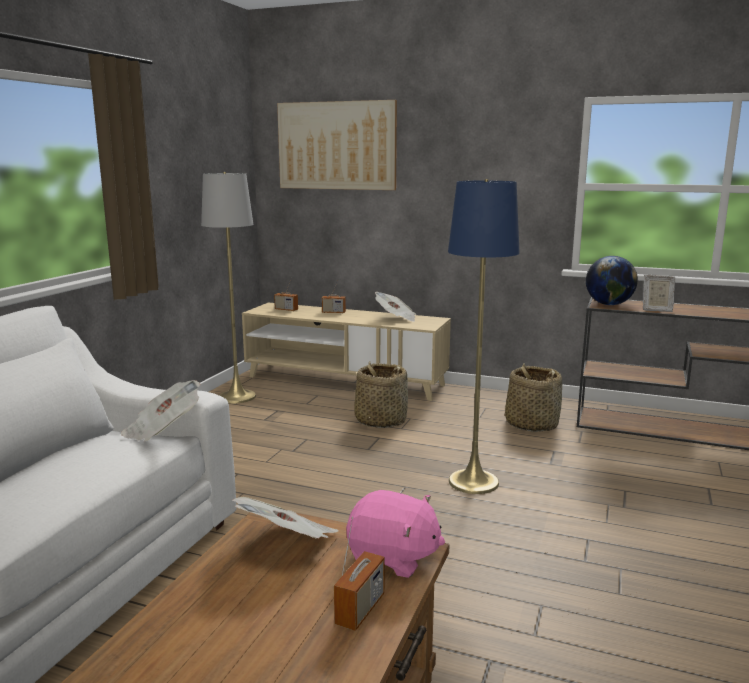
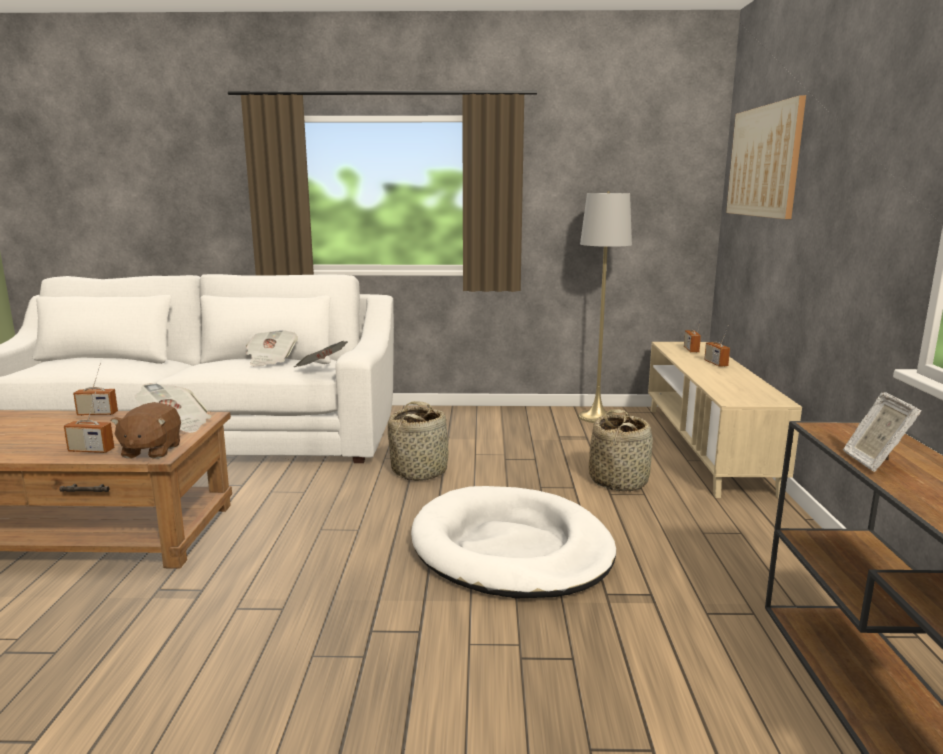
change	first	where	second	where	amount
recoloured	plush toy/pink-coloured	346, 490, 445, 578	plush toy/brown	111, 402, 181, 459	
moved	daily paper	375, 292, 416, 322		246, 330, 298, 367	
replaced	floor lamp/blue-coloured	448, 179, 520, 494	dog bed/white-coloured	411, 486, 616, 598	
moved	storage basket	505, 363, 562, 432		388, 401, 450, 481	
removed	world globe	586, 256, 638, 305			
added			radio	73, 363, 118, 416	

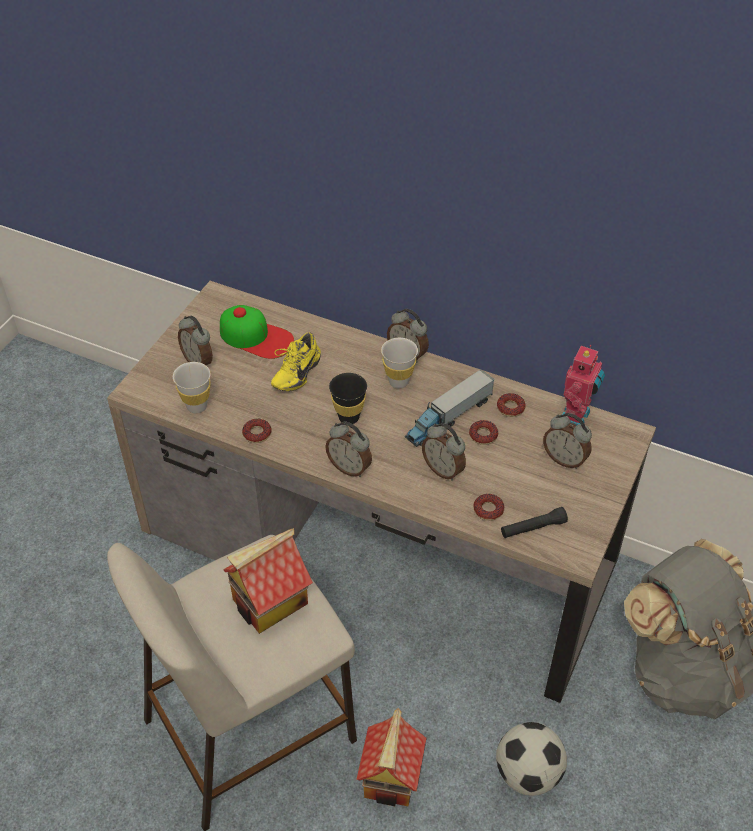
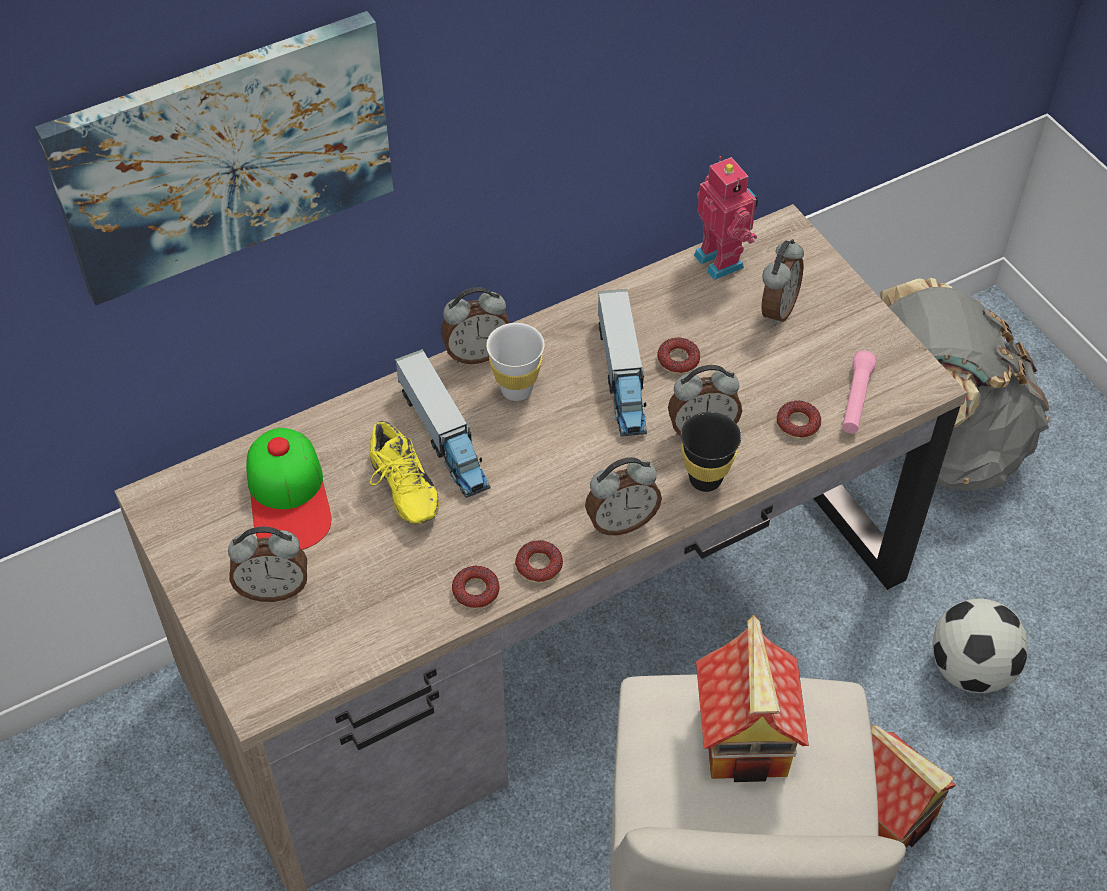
change	first	where	second	where	amount
removed	small cup/white-coloured	173, 362, 211, 414			
turned	baseball cap	220, 305, 294, 359		246, 428, 331, 550	105 degrees clockwise
moved	small cup/black	329, 373, 367, 424		681, 412, 741, 492	
moved	doughnut	497, 393, 526, 417		515, 540, 563, 583	
recoloured	flashlight/black	501, 507, 568, 538	flashlight/pink-coloured	842, 351, 876, 433	
turned	table clock	543, 413, 592, 469		761, 239, 804, 326	45 degrees counterclockwise
added			wall art	35, 11, 394, 306	
added			toy lorry	395, 349, 491, 498	

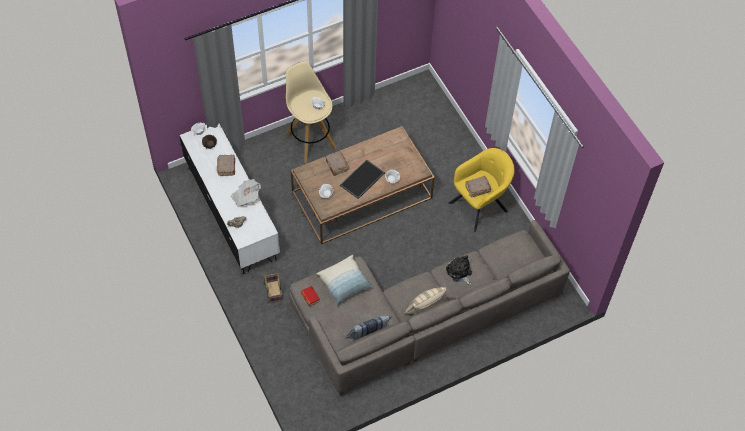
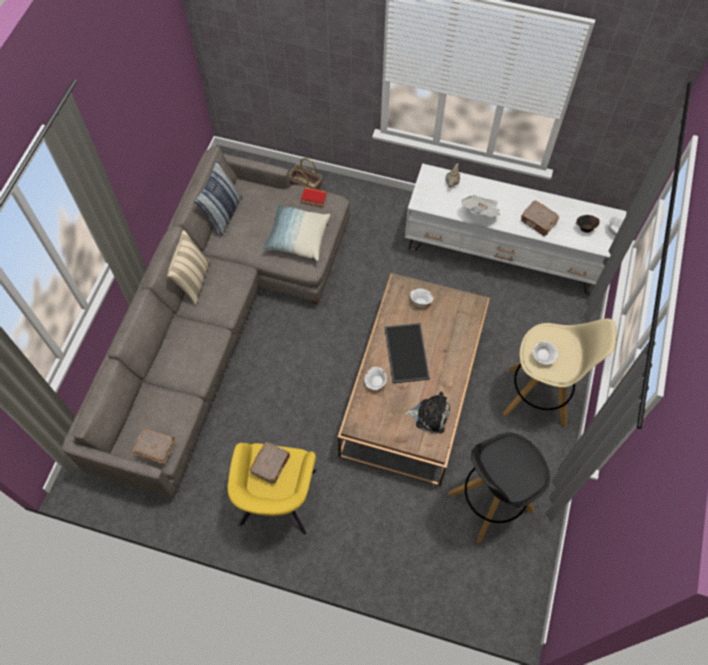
change	first	where	second	where	amount
moved	storage basket	264, 273, 282, 303		289, 158, 322, 190	
moved	book/brown	325, 151, 349, 176		133, 428, 175, 464	
moved	plush toy	446, 255, 472, 285		404, 391, 450, 433	
added			stool/black	448, 433, 550, 543	

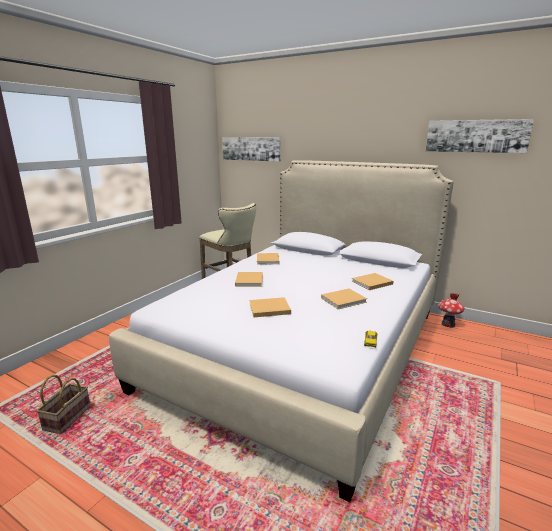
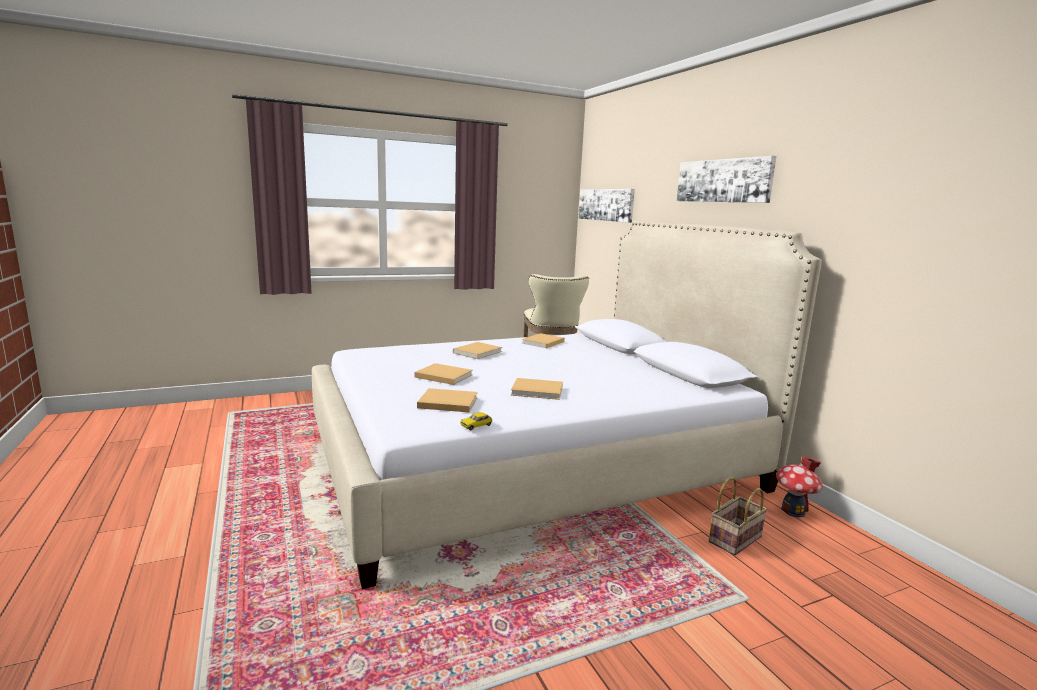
change	first	where	second	where	amount
moved	storage basket	36, 375, 91, 434		709, 477, 767, 555	
moved	book/beige-coloured	352, 273, 394, 290		417, 388, 478, 412	
moved	wall art	426, 119, 534, 153		677, 156, 776, 203	

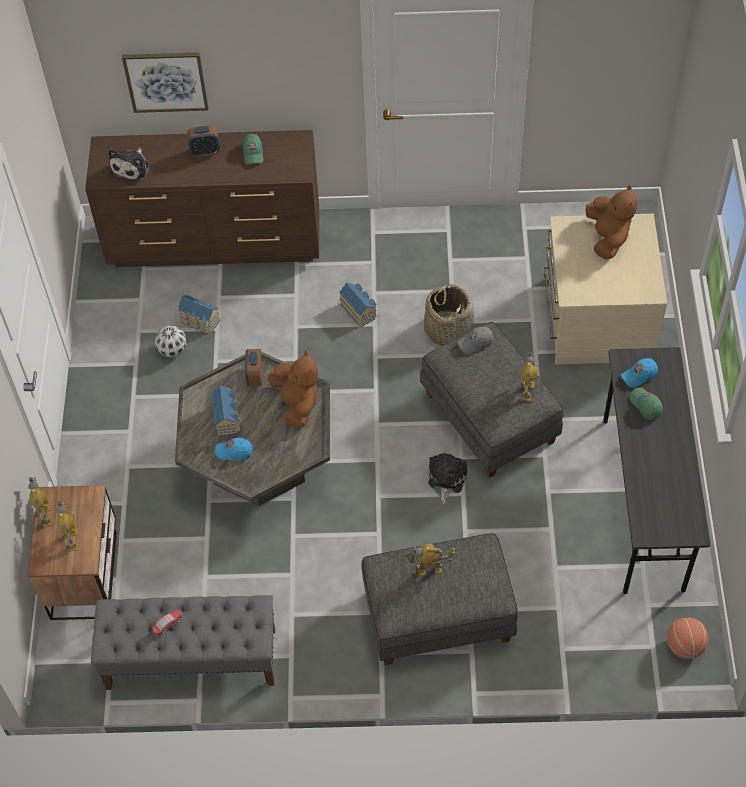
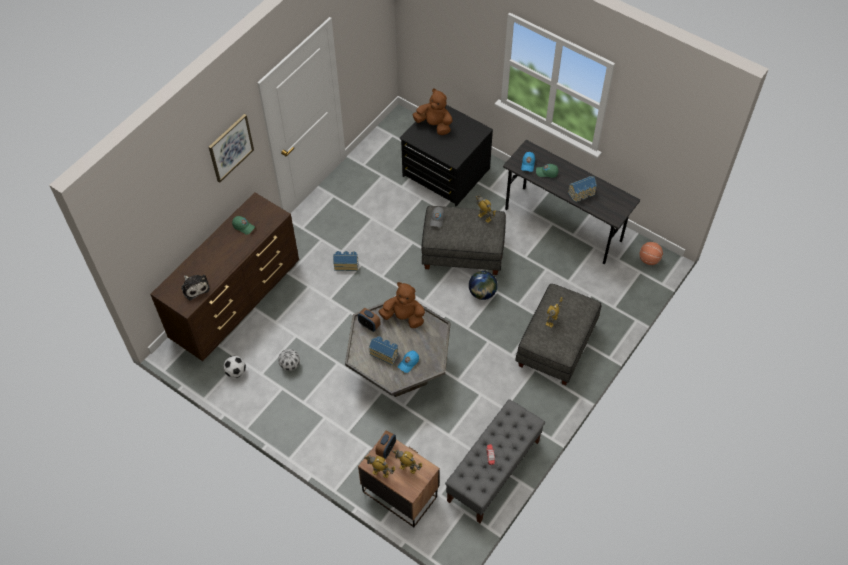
change	first	where	second	where	amount
moved	wall art	122, 52, 208, 113		209, 114, 254, 183	
moved	miniature house	178, 295, 220, 334		568, 176, 597, 202	
moved	table clock	187, 125, 220, 157		375, 431, 396, 459	
removed	storage basket	424, 283, 474, 345			
replaced	plush toy	428, 453, 467, 504	world globe	469, 271, 498, 300	
recoloured	dresser/beige-coloured	544, 214, 667, 365	dresser/black	399, 105, 493, 206	
added			ball for football	223, 356, 246, 378	

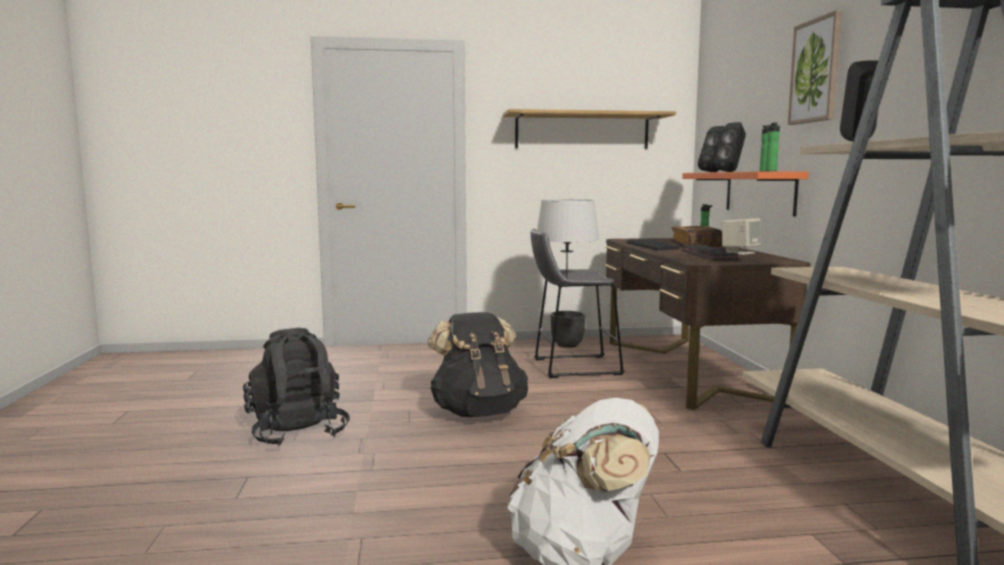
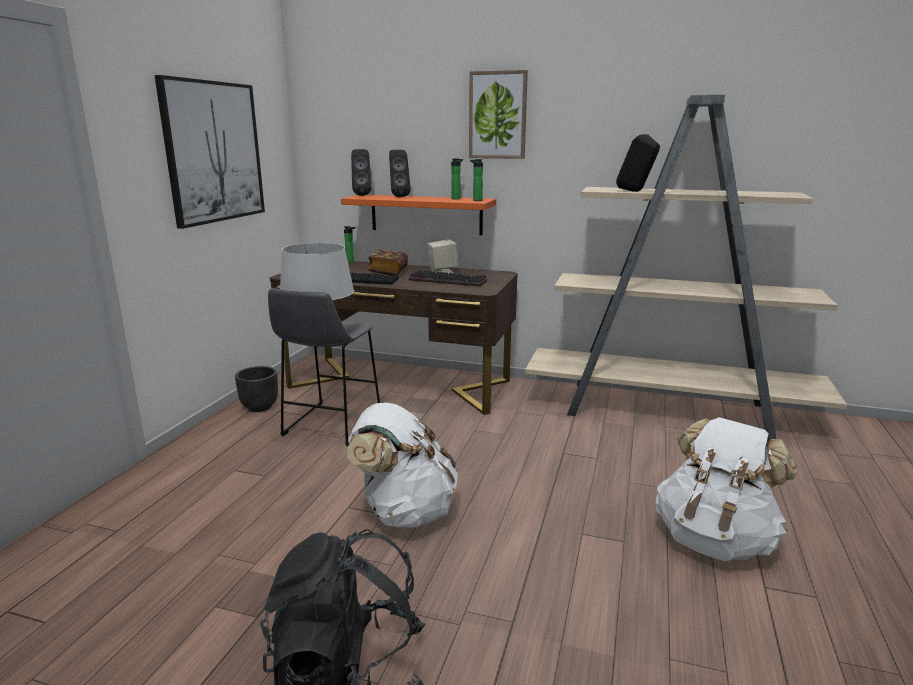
change	first	where	second	where	amount
recoloured	backpack/black	428, 312, 528, 417	backpack/white-coloured	347, 403, 458, 527	
replaced	shelf	503, 109, 676, 149	wall art	155, 75, 265, 229	

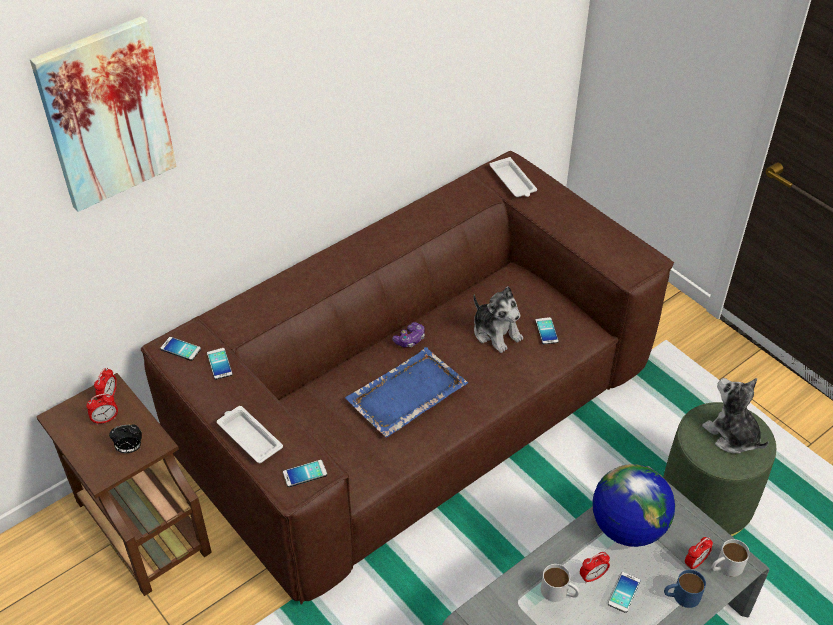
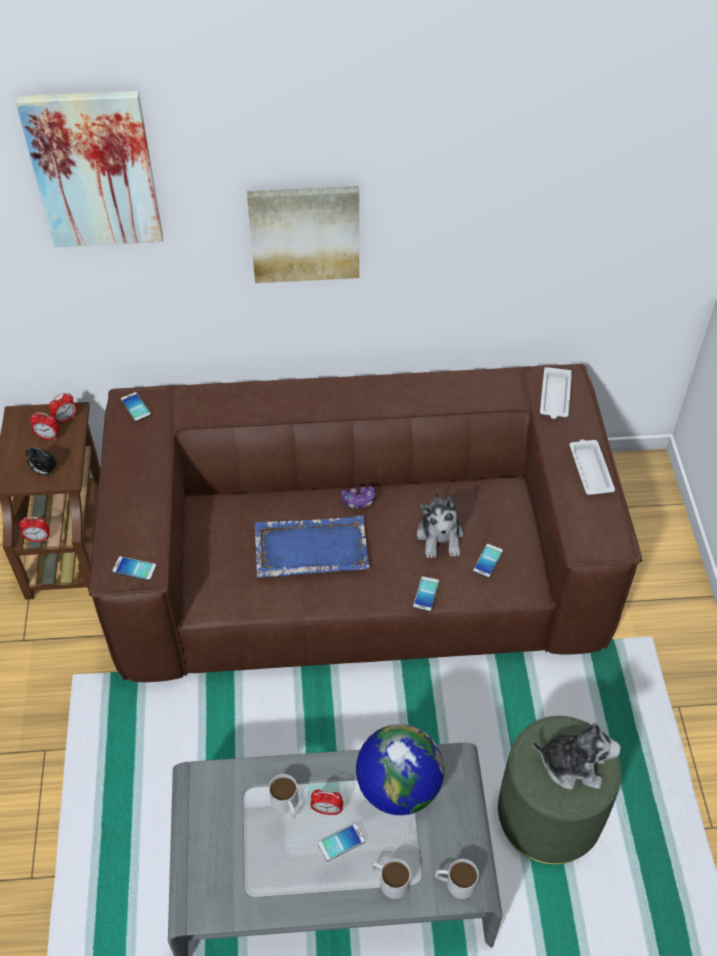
change	first	where	second	where	amount
moved	handset	207, 348, 233, 380		413, 576, 439, 612	
moved	tray/white-coloured	217, 406, 283, 463		570, 439, 615, 495	
recoloured	tea mug/blue-coloured	664, 570, 706, 608	tea mug/white-coloured	370, 859, 411, 899	
moved	table clock	685, 537, 713, 570		19, 517, 50, 542	
turned	plush toy	702, 378, 769, 454		532, 723, 621, 790	105 degrees clockwise
added			wall art	247, 186, 359, 283	

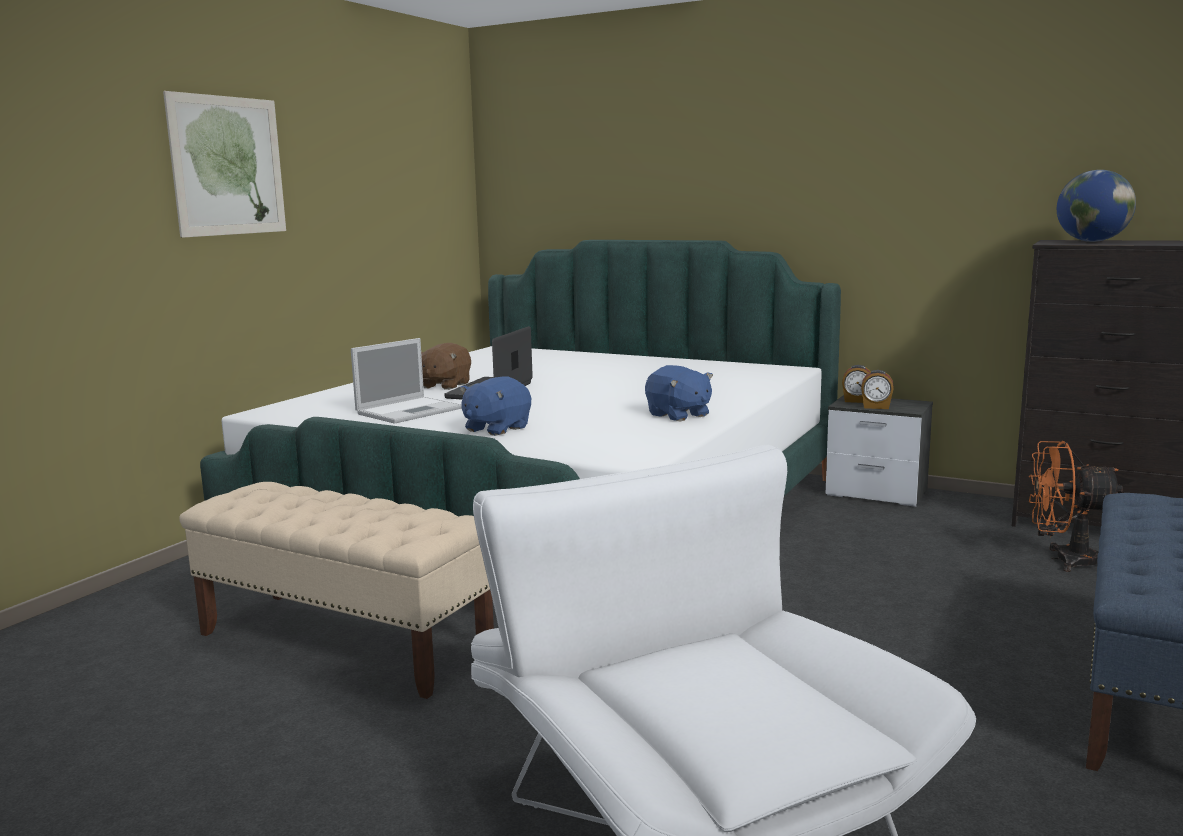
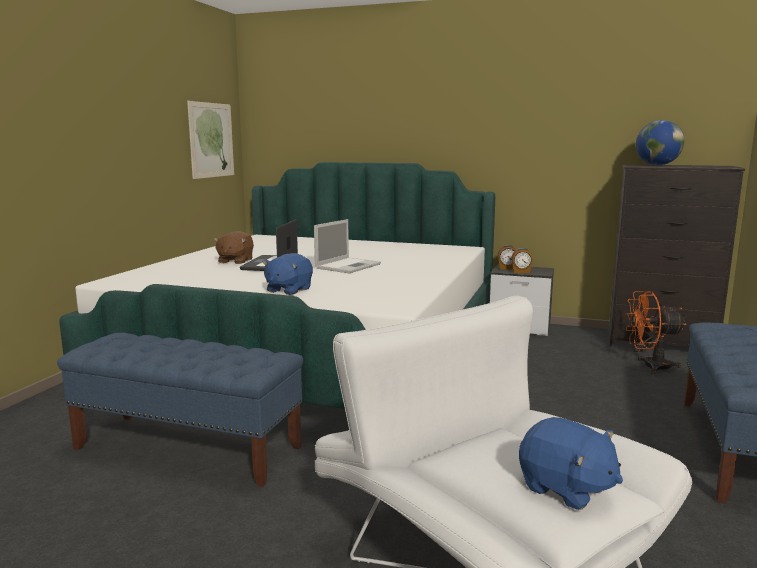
change	first	where	second	where	amount
moved	wall art	163, 91, 286, 238		187, 101, 234, 179	
recoloured	bench/beige-coloured	179, 482, 494, 699	bench/blue-coloured	57, 333, 303, 487	
moved	laptop	351, 338, 462, 424		314, 219, 381, 273	
moved	plush toy/blue-coloured	645, 365, 713, 421		519, 417, 623, 510	

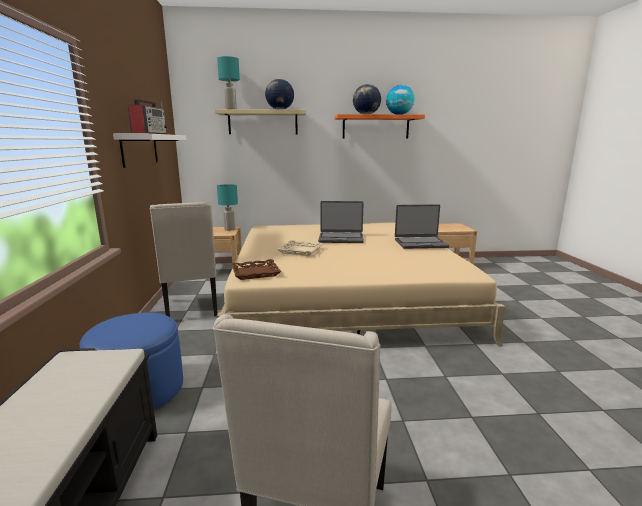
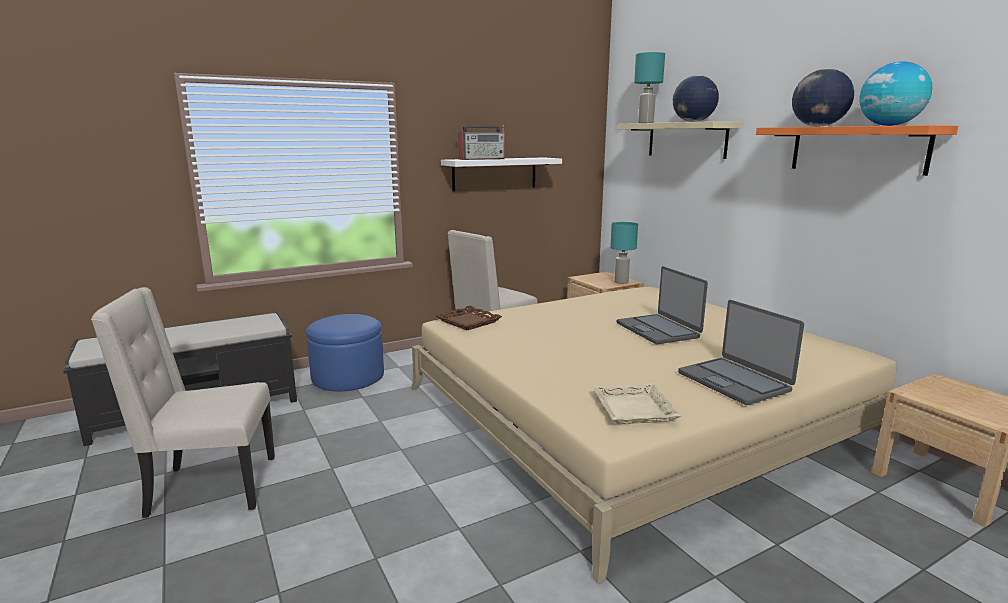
change	first	where	second	where	amount
moved	tray/beige-coloured	277, 240, 323, 256		593, 383, 682, 424	

